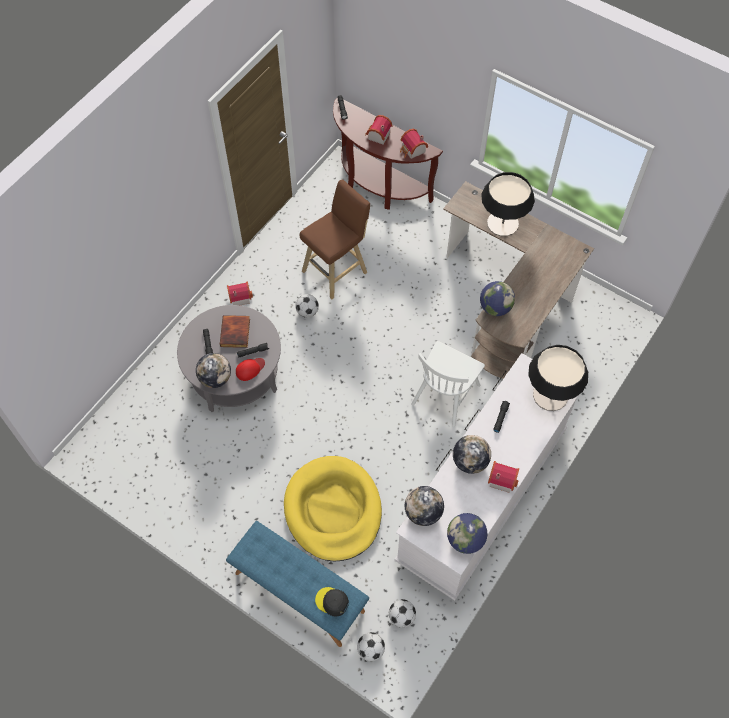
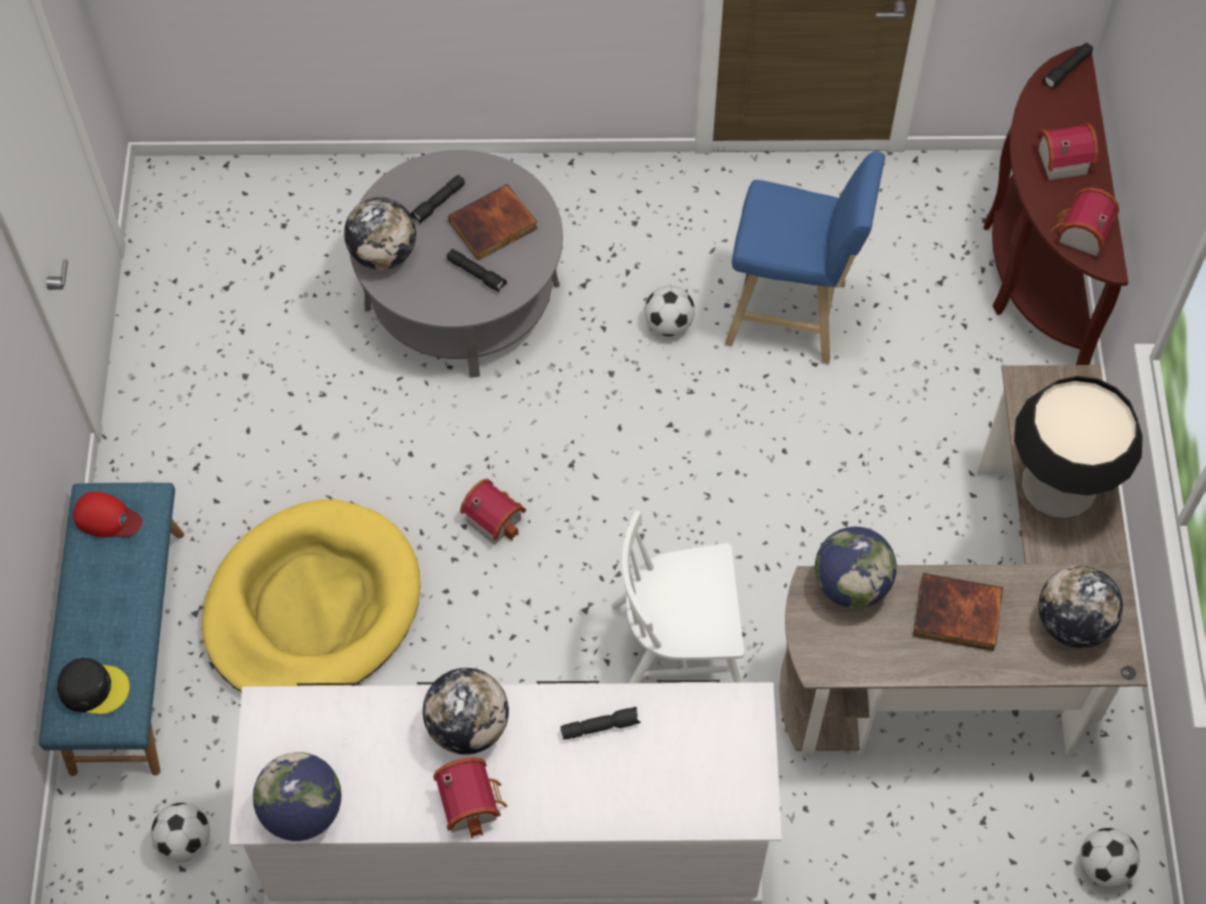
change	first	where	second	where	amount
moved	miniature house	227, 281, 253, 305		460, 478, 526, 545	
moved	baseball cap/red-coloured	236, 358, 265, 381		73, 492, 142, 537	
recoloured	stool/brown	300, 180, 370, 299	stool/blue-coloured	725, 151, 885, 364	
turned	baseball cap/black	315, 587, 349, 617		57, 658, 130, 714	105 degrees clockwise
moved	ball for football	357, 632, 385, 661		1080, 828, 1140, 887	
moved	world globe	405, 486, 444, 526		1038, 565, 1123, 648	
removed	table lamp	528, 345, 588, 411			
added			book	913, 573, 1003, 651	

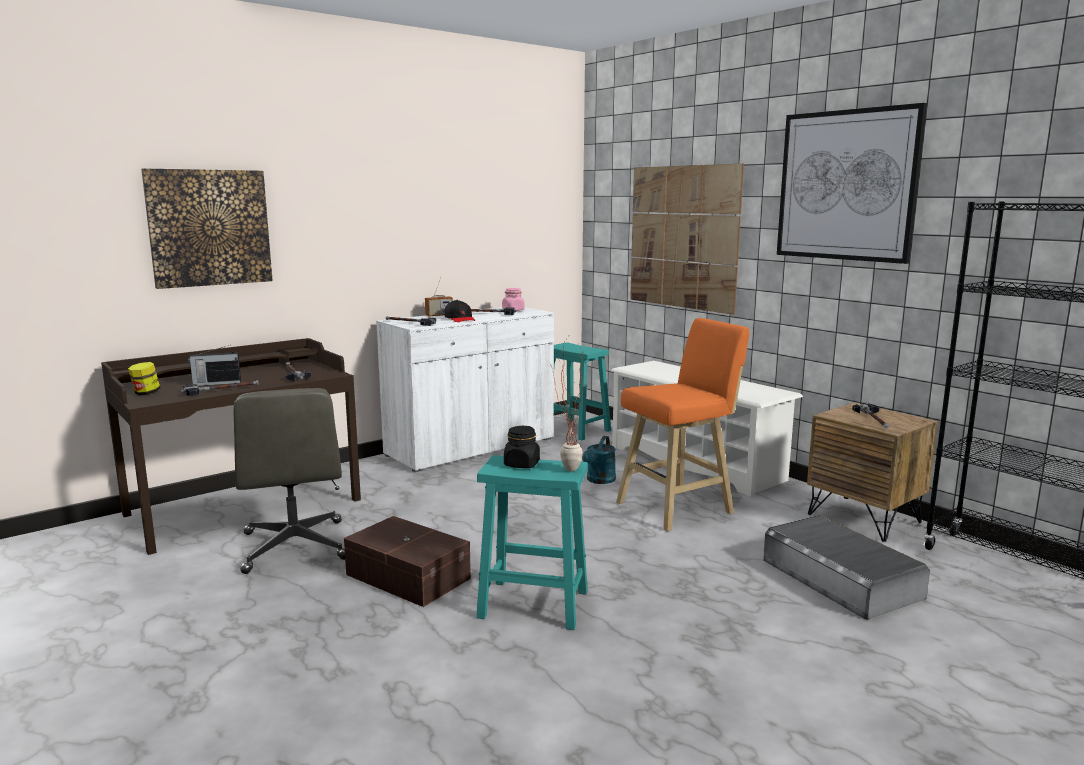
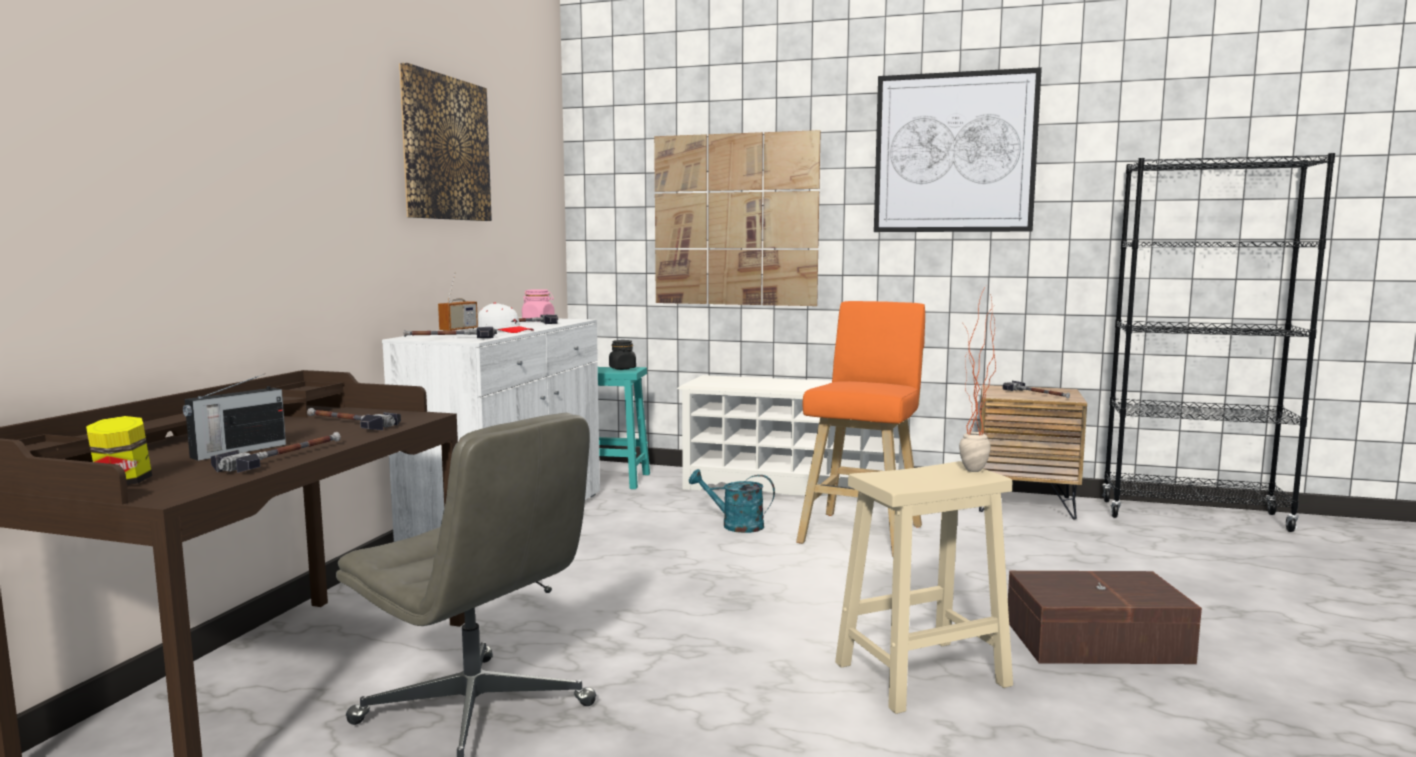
change	first	where	second	where	amount
moved	wall art	141, 168, 273, 289		399, 63, 492, 221	
moved	storage box/brown	344, 516, 471, 607		1008, 571, 1202, 664	
recoloured	baseball cap/black	445, 300, 475, 322	baseball cap/white-coloured	478, 303, 534, 333	
recoloured	stool/turquoise	476, 455, 588, 630	stool/beige-coloured	835, 461, 1013, 714	
moved	preserve jar/black	504, 426, 540, 468		609, 340, 636, 370	
turned	sprinkling can/turquoise	582, 436, 616, 484		689, 469, 775, 533	120 degrees clockwise
removed	storage box/greyish	763, 515, 930, 620			

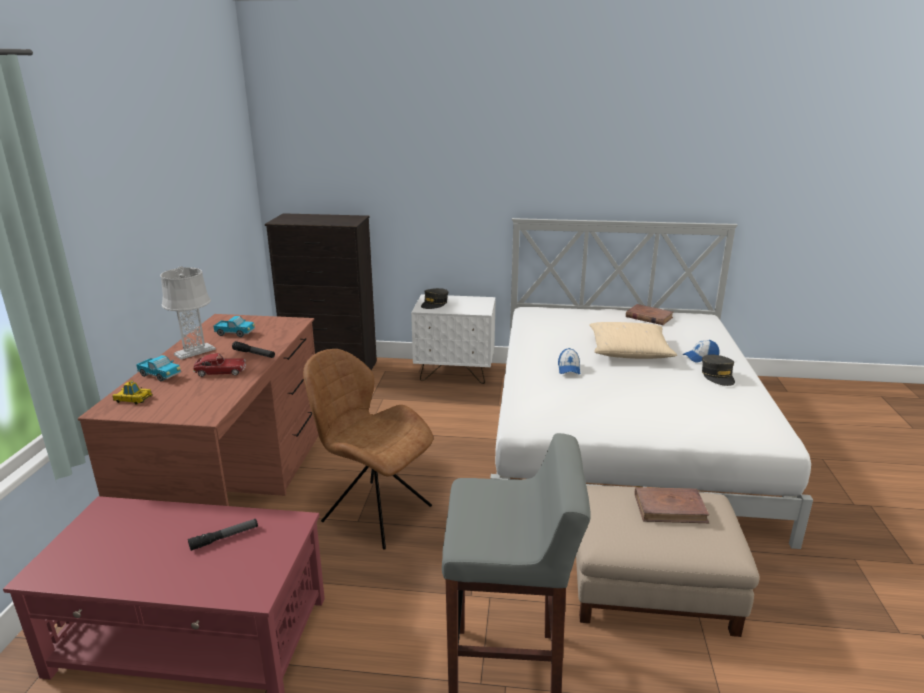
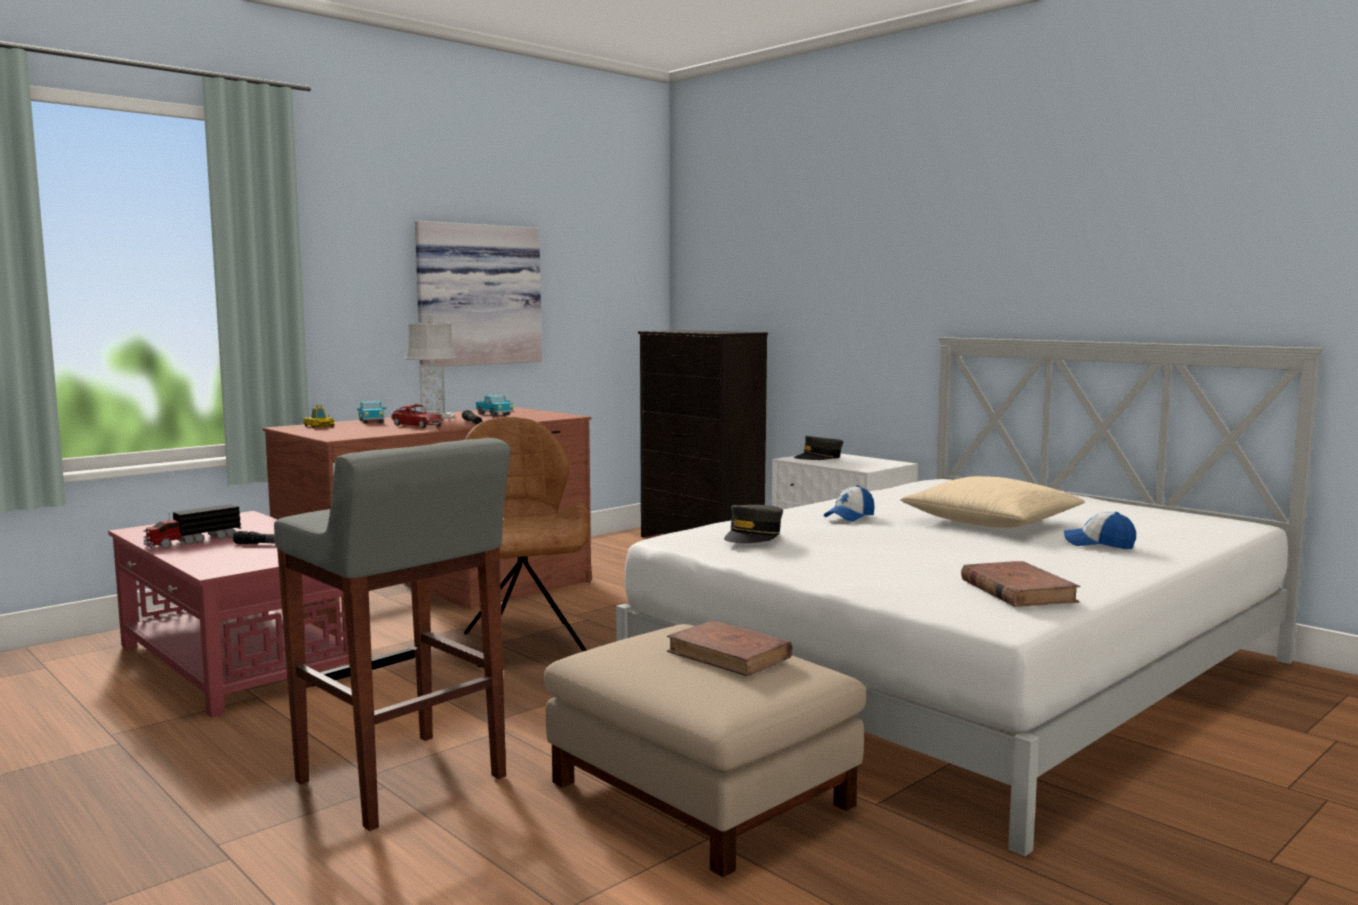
change	first	where	second	where	amount
moved	book/brown	626, 304, 673, 325		961, 561, 1080, 607	
moved	baseball cap/greyish	702, 355, 735, 386		724, 505, 783, 543	
added			toy lorry	143, 504, 241, 548	
added			wall art	415, 221, 542, 366	

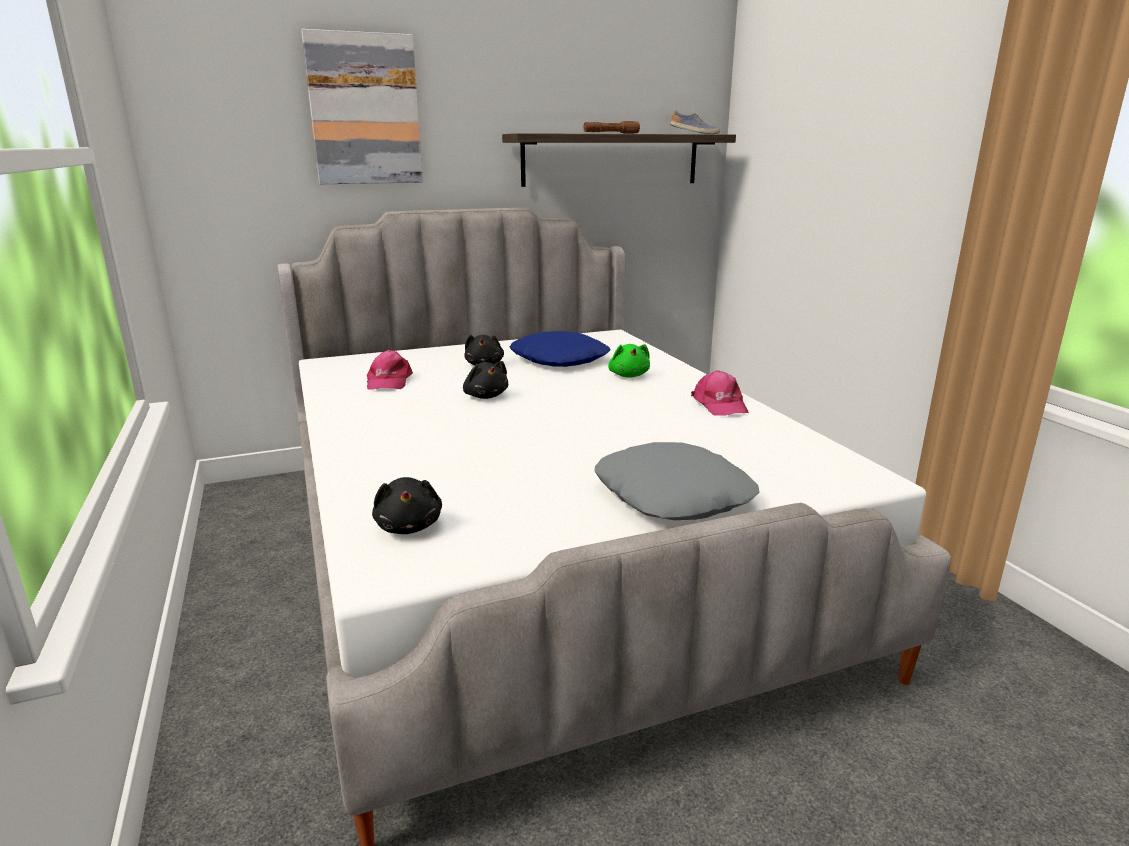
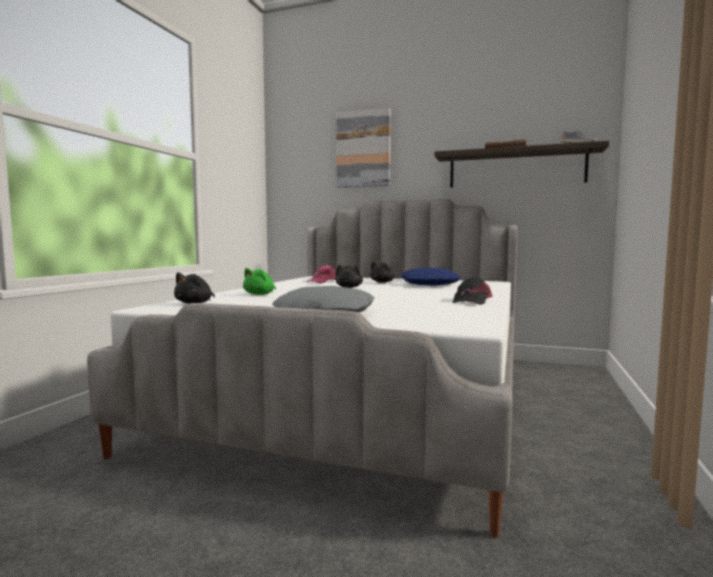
change	first	where	second	where	amount
moved	plush toy/greenish	608, 344, 650, 378		243, 268, 276, 295	
recoloured	baseball cap/pink-coloured	691, 370, 749, 416	baseball cap/black	453, 276, 493, 305	

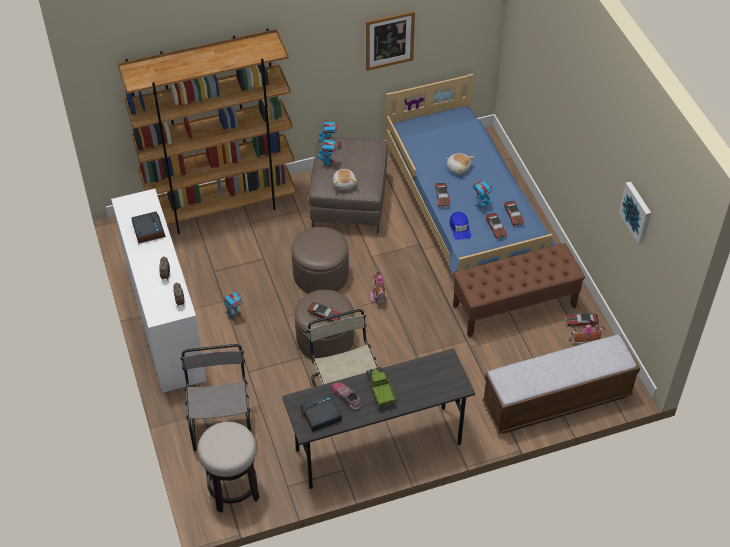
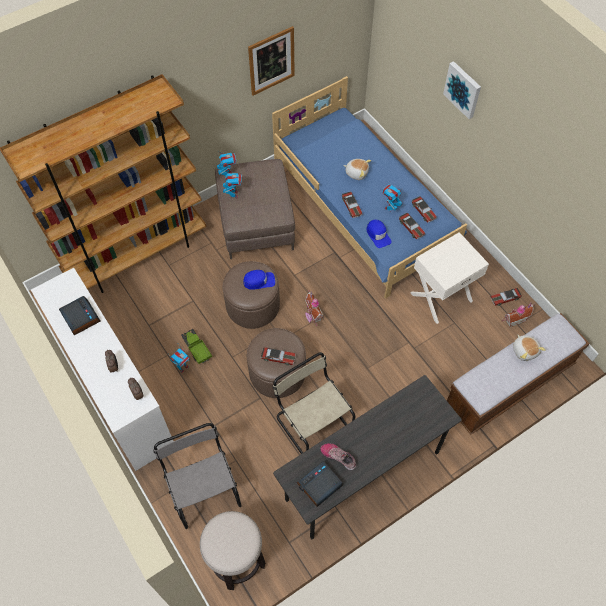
change	first	where	second	where	amount
moved	plush toy	333, 169, 357, 190		513, 335, 546, 361	
moved	toy lorry	366, 367, 396, 408		181, 329, 212, 365	
replaced	bench/brown	453, 243, 585, 337	night table/white-coloured	410, 232, 489, 324	
moved	wall art	619, 181, 651, 244		443, 61, 481, 119	
added			baseball cap/blue-coloured	243, 270, 275, 290	

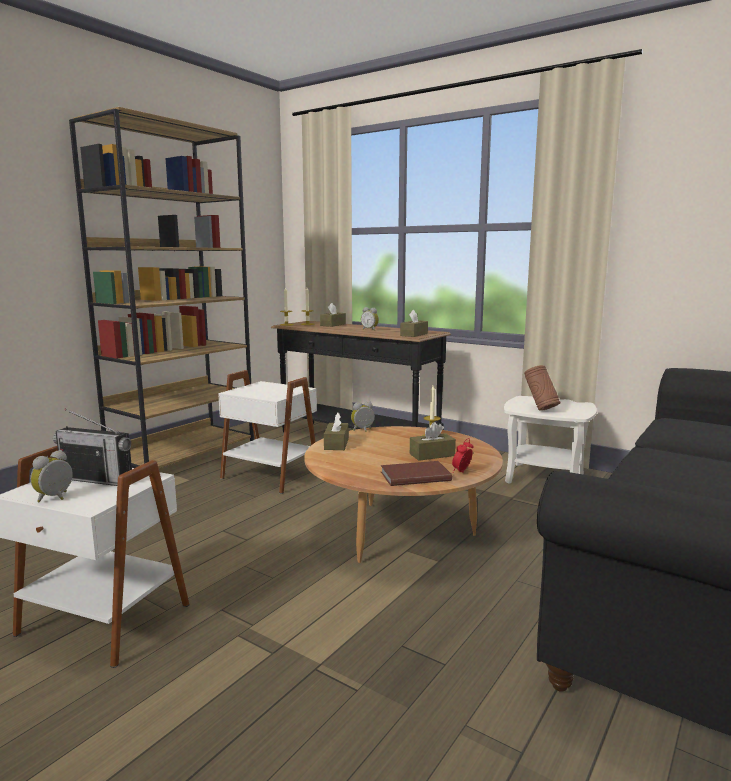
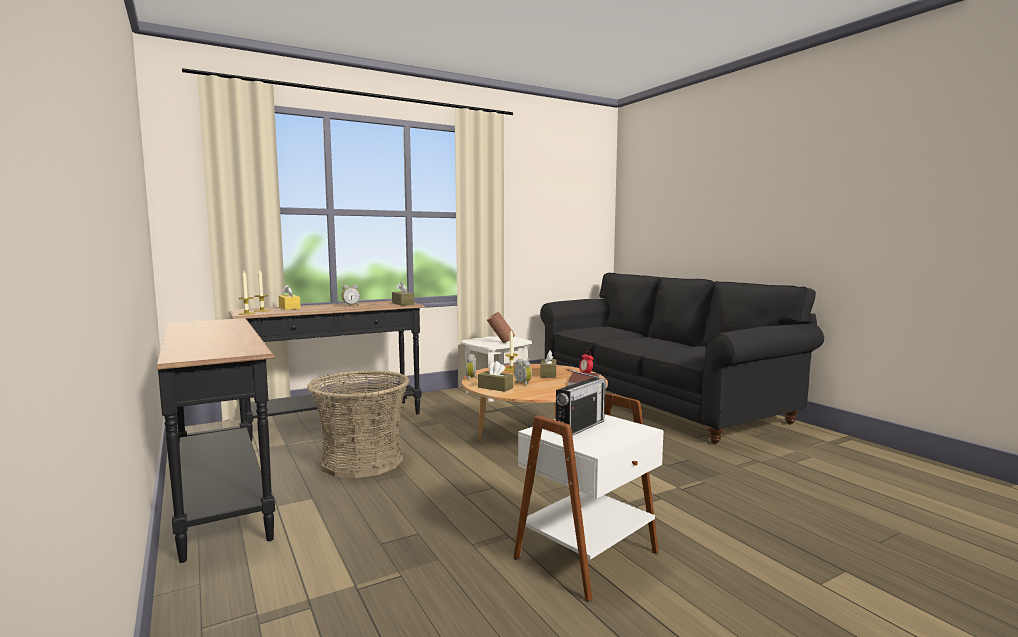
change	first	where	second	where	amount
moved	table clock	30, 450, 73, 502		514, 359, 532, 386	
replaced	shelving unit/brown	69, 107, 254, 468	narrow table/black	157, 318, 275, 563	
replaced	accent table/white-coloured	218, 370, 317, 494	storage basket	307, 370, 409, 478	
recoloured	box of tissues/brown	320, 303, 346, 327	box of tissues/yellowish	279, 285, 301, 310	

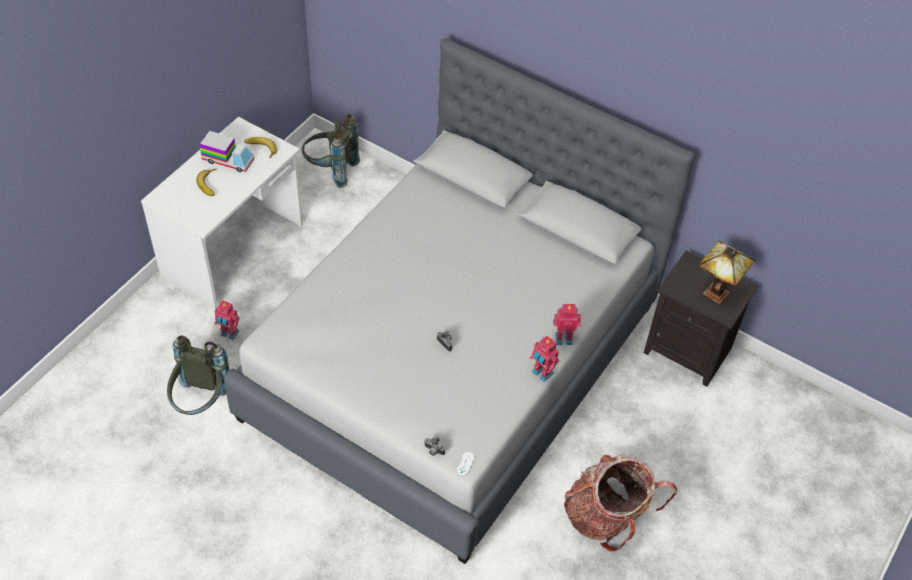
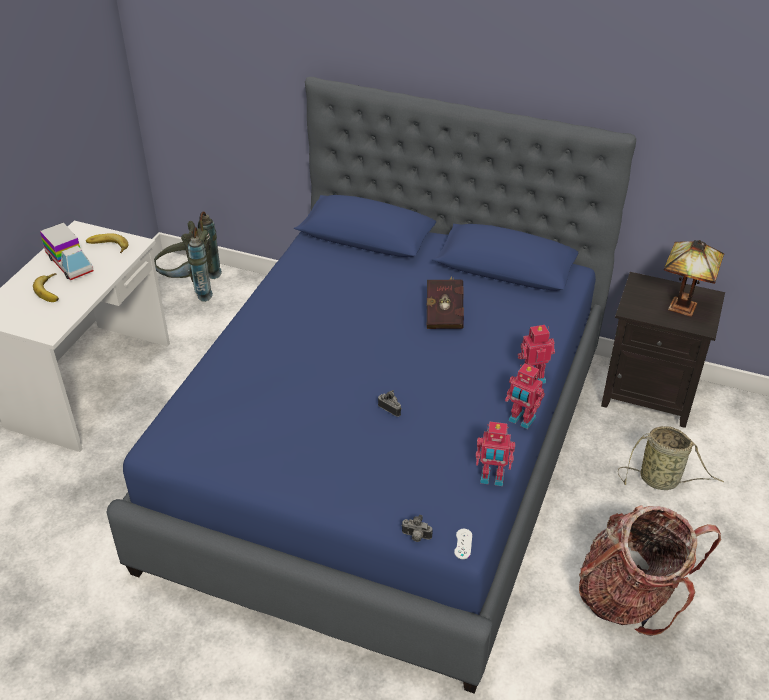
change	first	where	second	where	amount
removed	backpack/greyish	167, 335, 229, 415			
turned	toy lorry	200, 131, 254, 172		40, 223, 94, 280	45 degrees clockwise
moved	toy robot	214, 300, 240, 340		476, 422, 515, 486	
recoloured	bed/greyish	224, 38, 695, 564	bed/blue-coloured	106, 77, 636, 694	
added			book/red-coloured	427, 276, 464, 329	
added			storage basket	618, 426, 724, 490	

